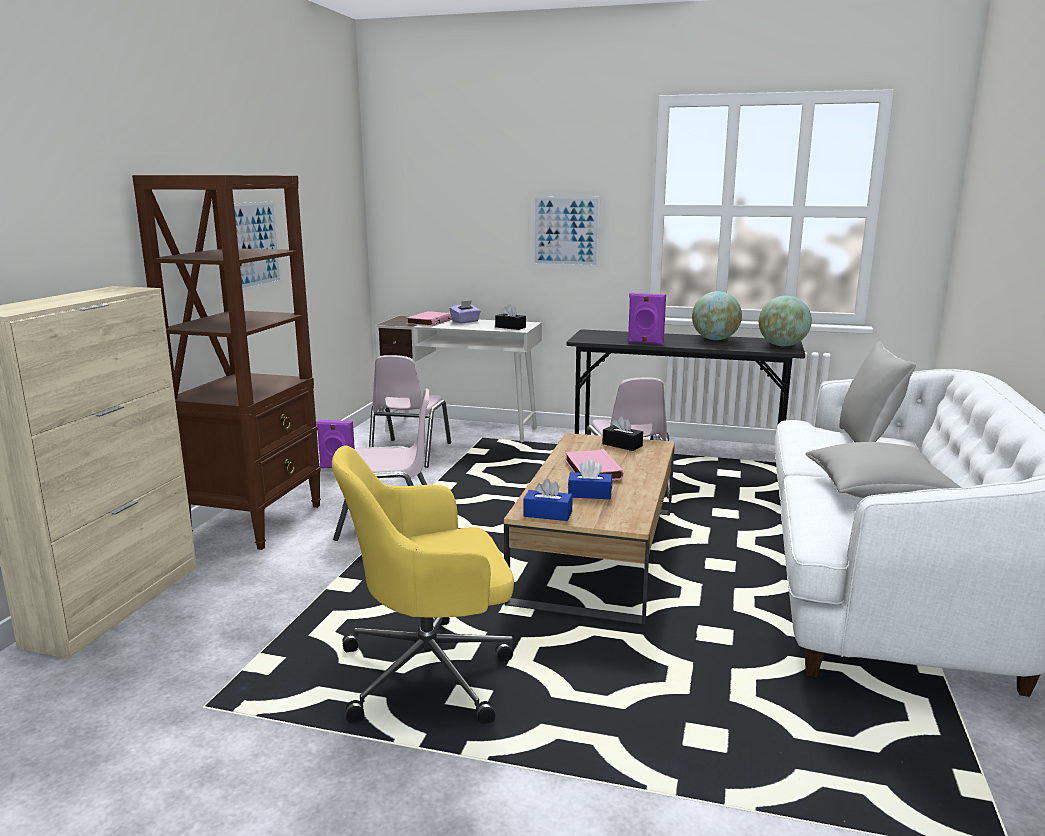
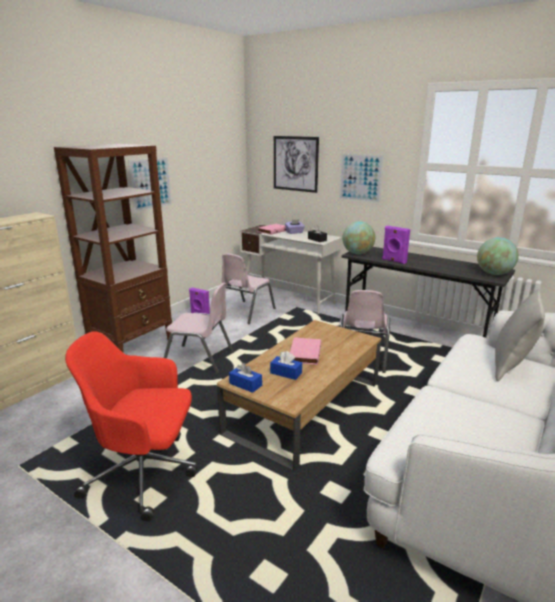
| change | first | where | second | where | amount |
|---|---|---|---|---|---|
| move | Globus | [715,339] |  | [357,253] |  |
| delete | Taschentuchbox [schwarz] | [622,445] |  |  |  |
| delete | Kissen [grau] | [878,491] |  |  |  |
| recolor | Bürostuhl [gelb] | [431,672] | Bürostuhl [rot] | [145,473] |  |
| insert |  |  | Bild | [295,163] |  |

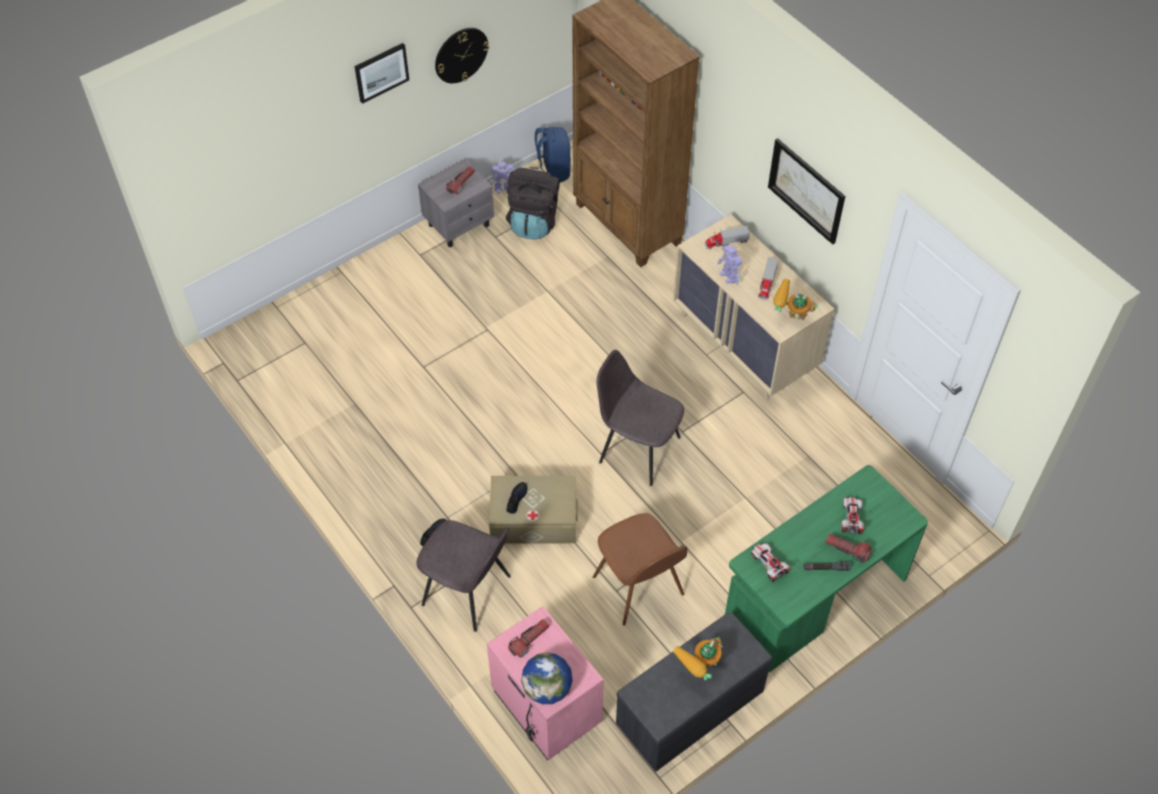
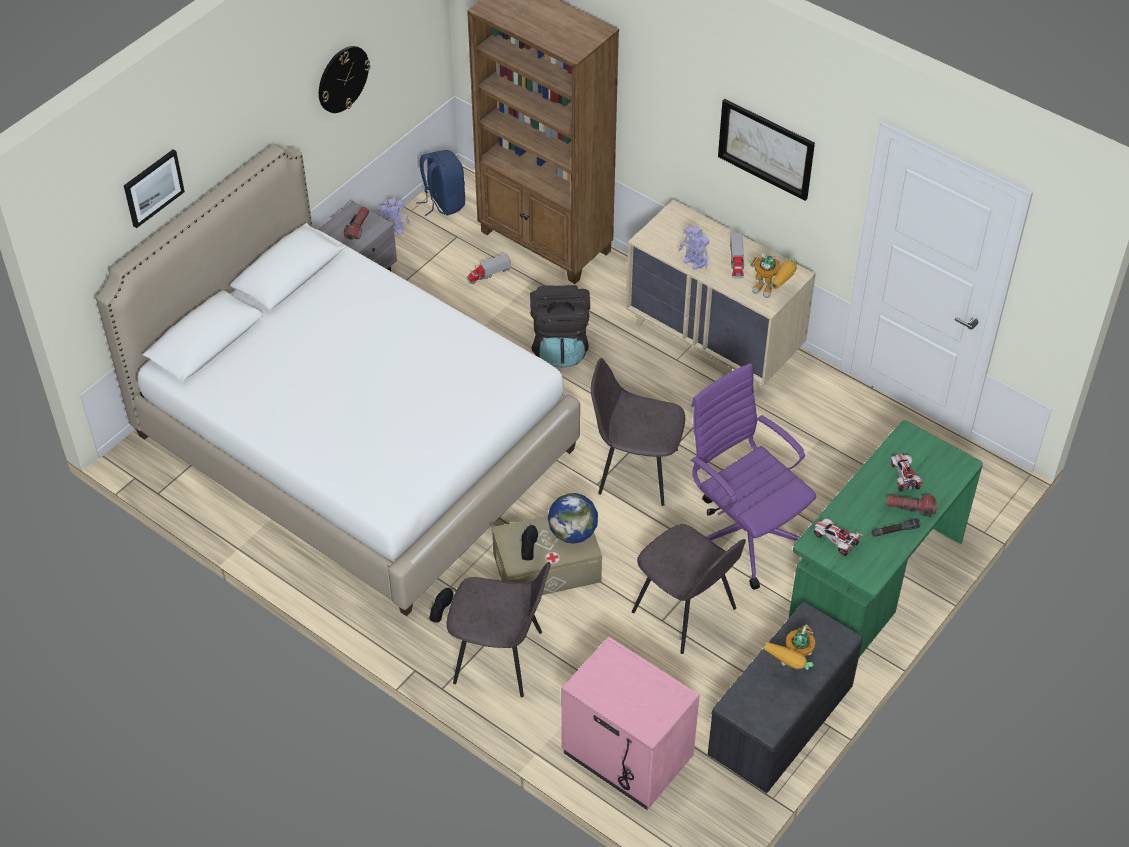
| change | first | where | second | where | amount |
|---|---|---|---|---|---|
| move | Bild | [381,72] |  | [153,187] |  |
| move | Rucksack [schwarz] | [533,221] |  | [560,347] |  |
| move | Spielzeuglaster | [726,242] |  | [488,274] |  |
| rotate | Spielzeugroboter | [789,318] |  | [771,291] | 150 degrees counterclockwise |
| recolor | Stuhl [braun] | [639,588] | Stuhl [grau] | [686,612] |  |
| delete | Taschenlampe | [529,640] |  |  |  |
| move | Globus | [547,689] |  | [573,533] |  |
| insert |  |  | Bett [weiß] | [355,443] |  |
| insert |  |  | Bürostuhl [lila] | [744,534] |  |

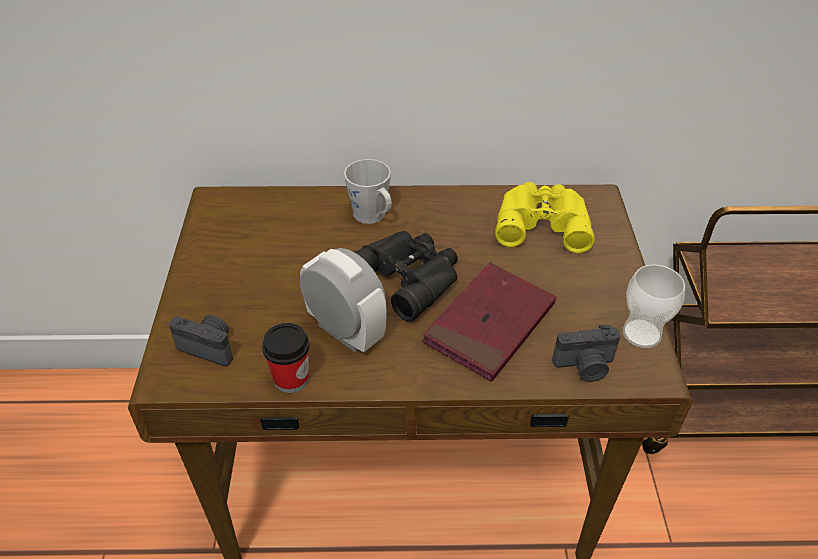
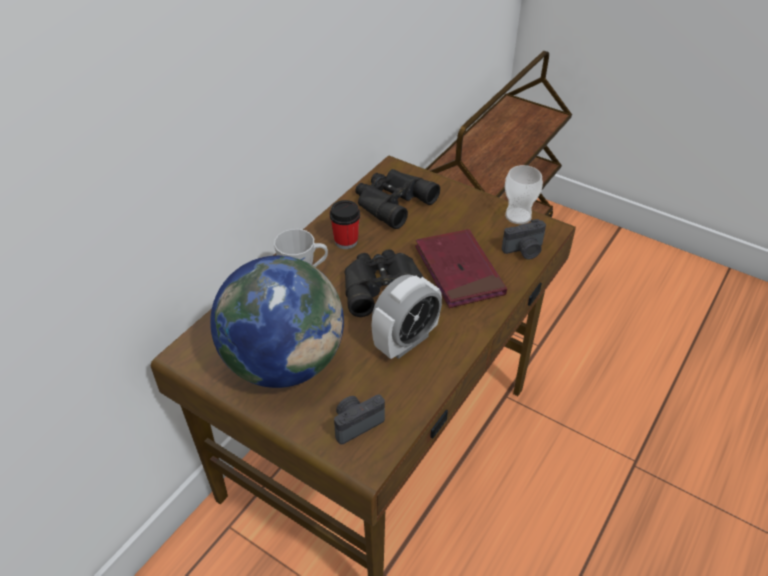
| change | first | where | second | where | amount |
|---|---|---|---|---|---|
| recolor | Fernglas [gelb] | [542,222] | Fernglas [schwarz] | [391,202] |  |
| rotate | Wecker | [345,331] |  | [406,341] | 150 degrees clockwise |
| move | Tasse | [291,379] |  | [346,241] |  |
| rotate | Kamera | [585,367] |  | [524,251] | 45 degrees clockwise |
| insert |  |  | Globus | [284,363] |  |

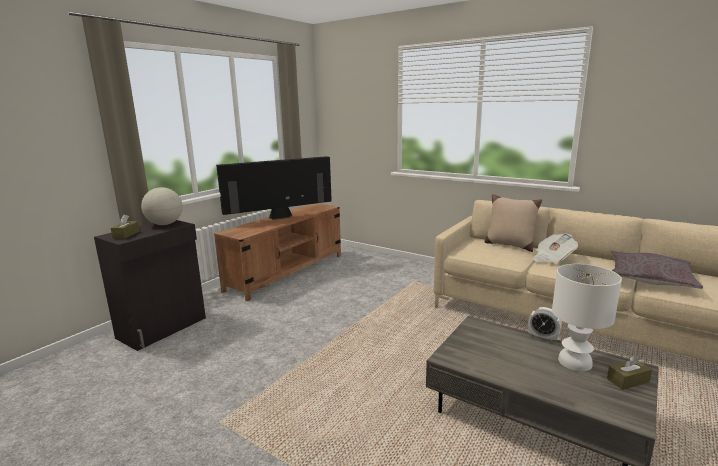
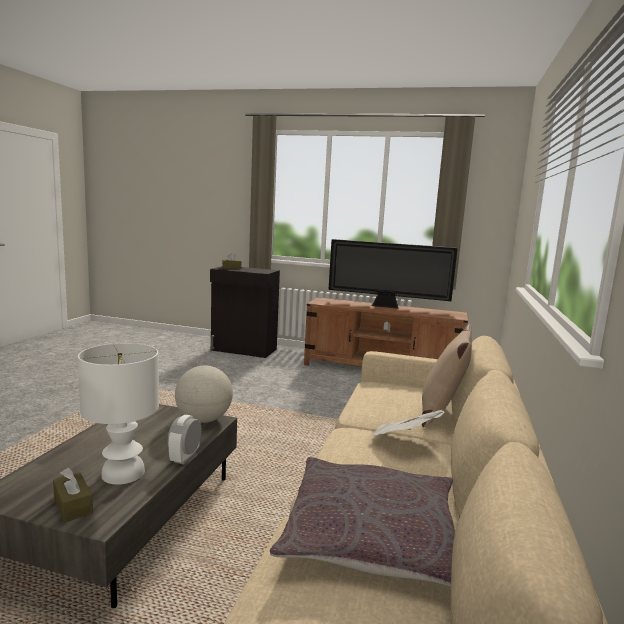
| change | first | where | second | where | amount |
|---|---|---|---|---|---|
| rotate | Fernseher | [279,217] |  | [387,306] | 150 degrees clockwise |
| move | Globus | [165,224] |  | [204,420] |  |

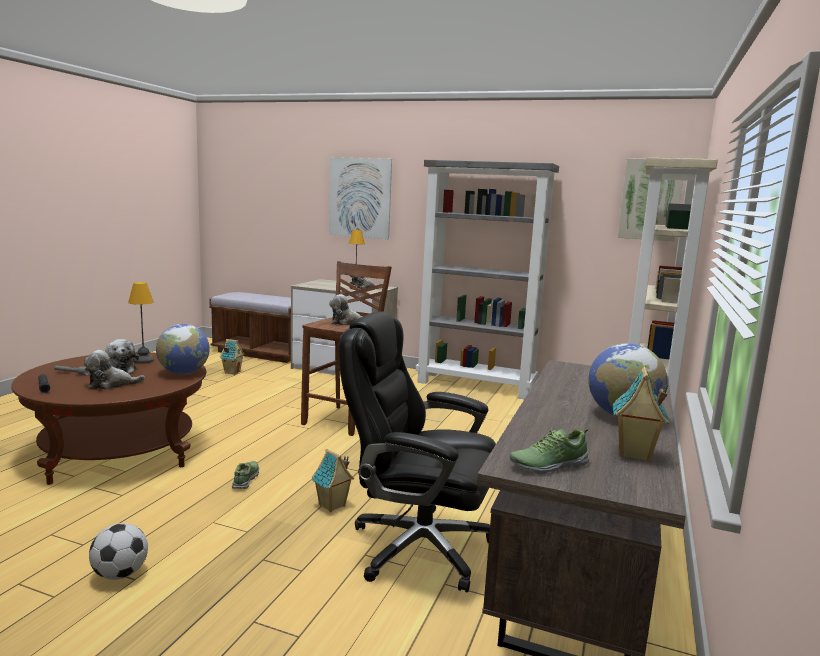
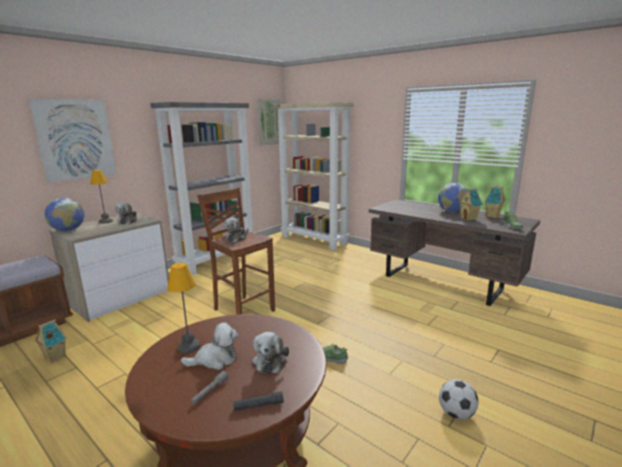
| change | first | where | second | where | amount |
|---|---|---|---|---|---|
| delete | Bürostuhl [schwarz] | [418,547] |  |  |  |
| move | Globus | [184,373] |  | [68,230] |  |
| move | Spielzeughaus | [332,506] |  | [469,219] |  |

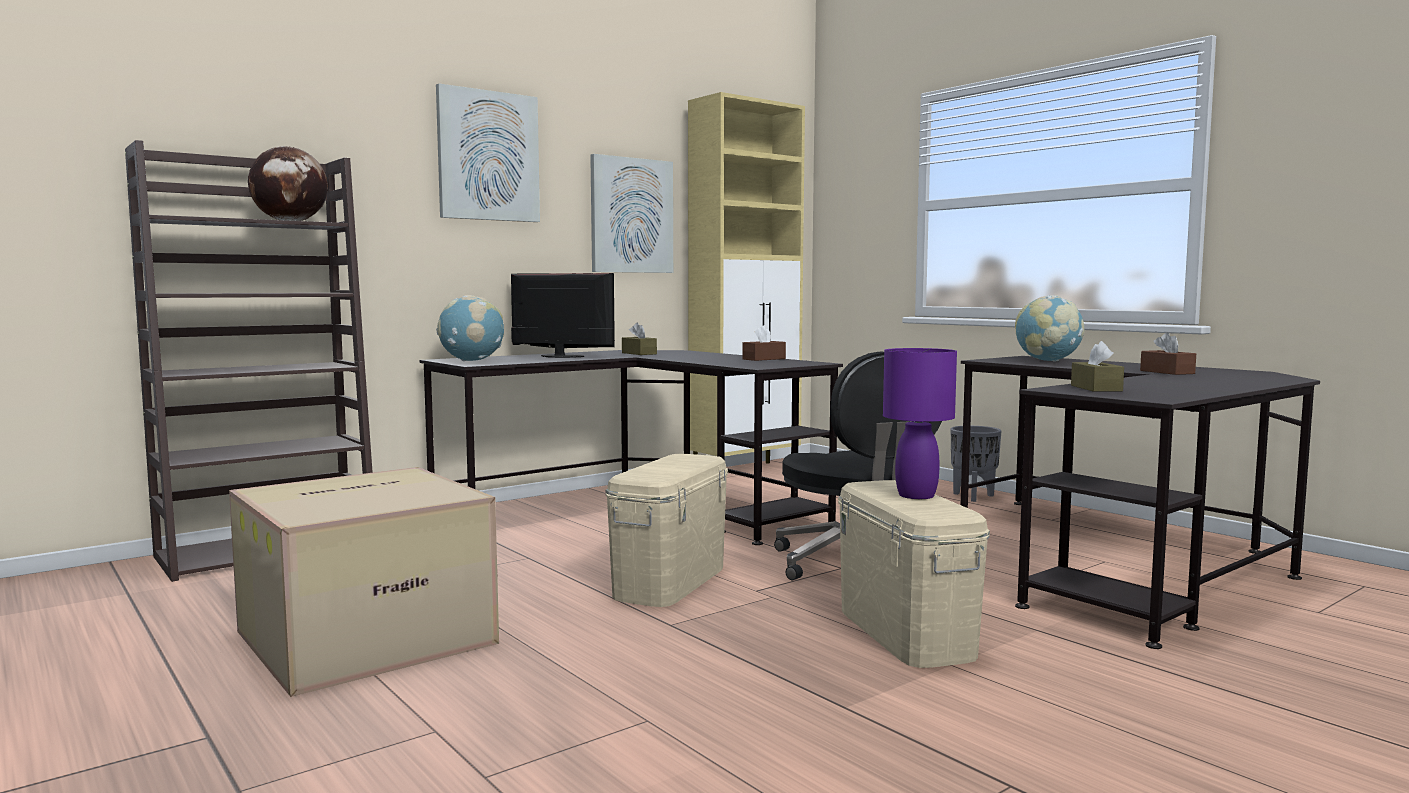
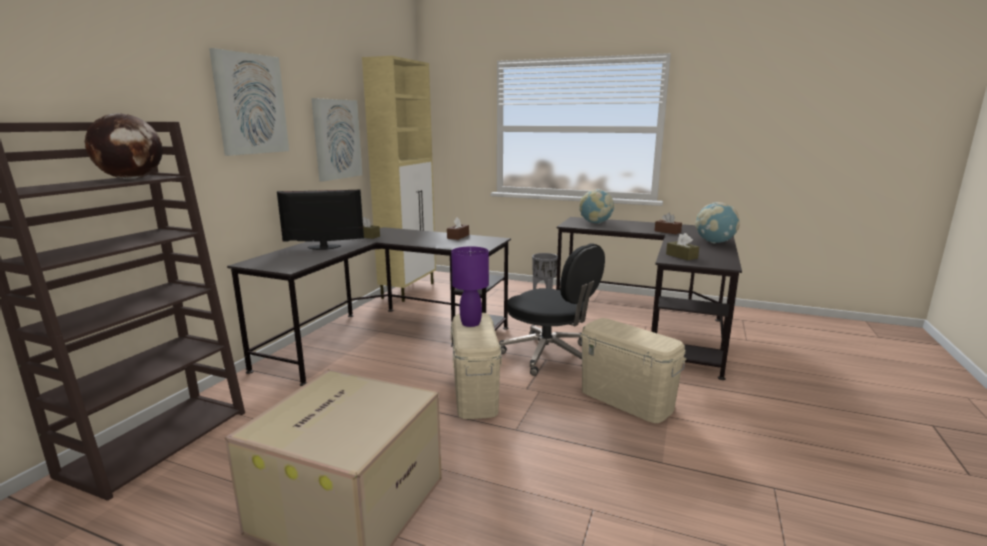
| change | first | where | second | where | amount |
|---|---|---|---|---|---|
| move | Globus | [472,361] |  | [714,242] |  |
| move | Tischlampe [lila] | [916,495] |  | [471,323] |  |

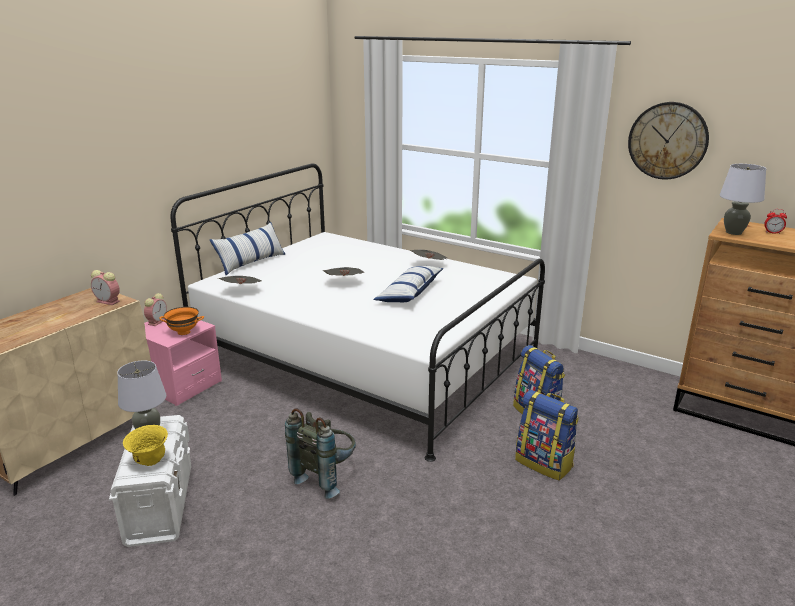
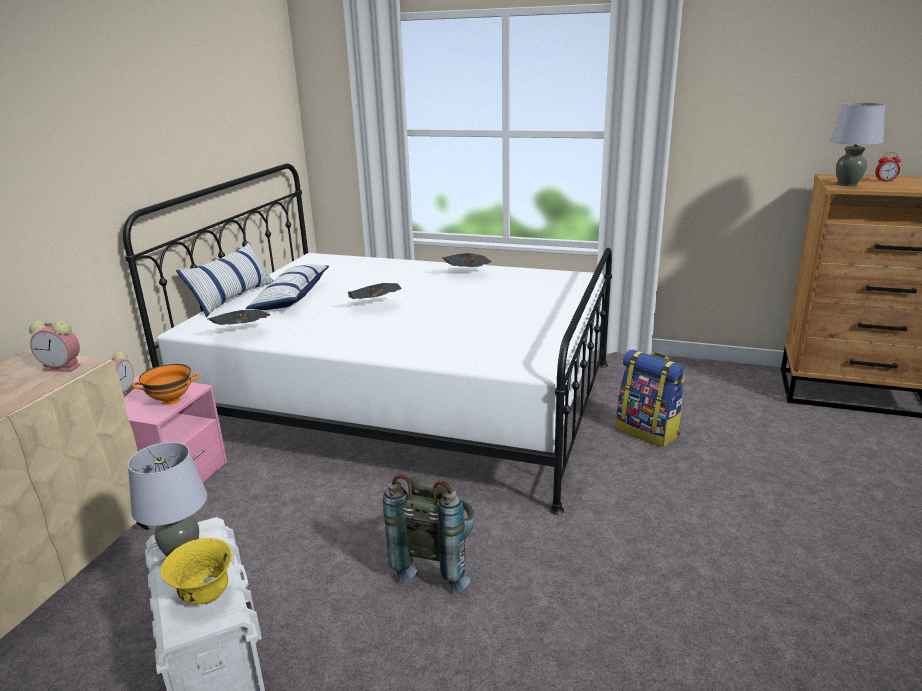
| change | first | where | second | where | amount |
|---|---|---|---|---|---|
| delete | Wanduhr | [667,141] |  |  |  |
| move | Kissen | [409,293] |  | [291,298] |  |
| delete | Rucksack | [544,463] |  |  |  |

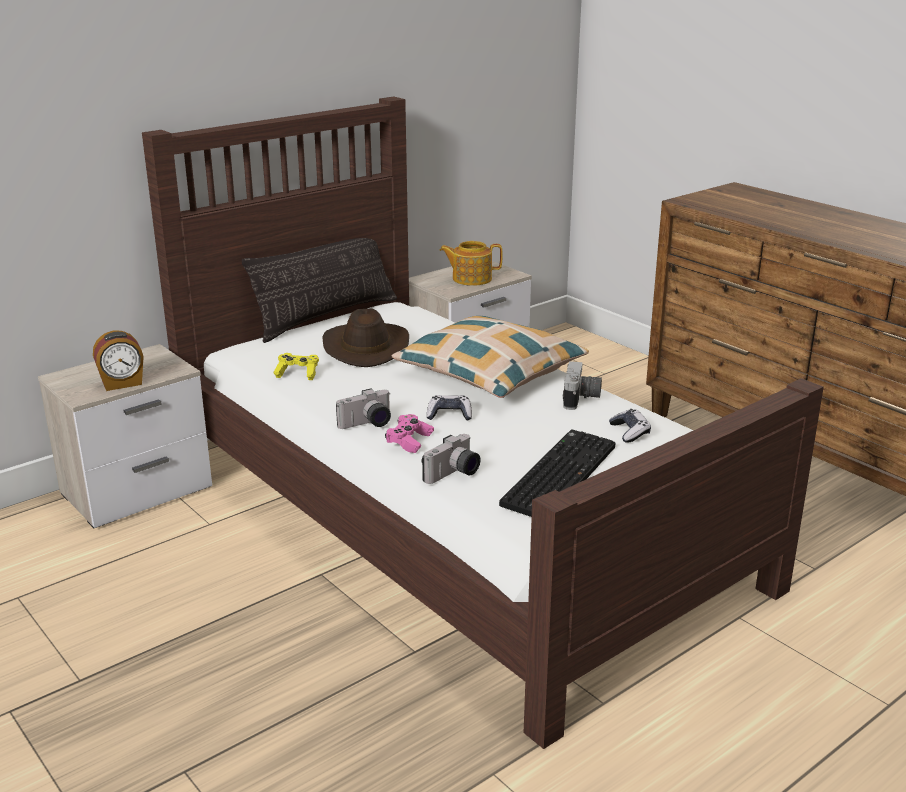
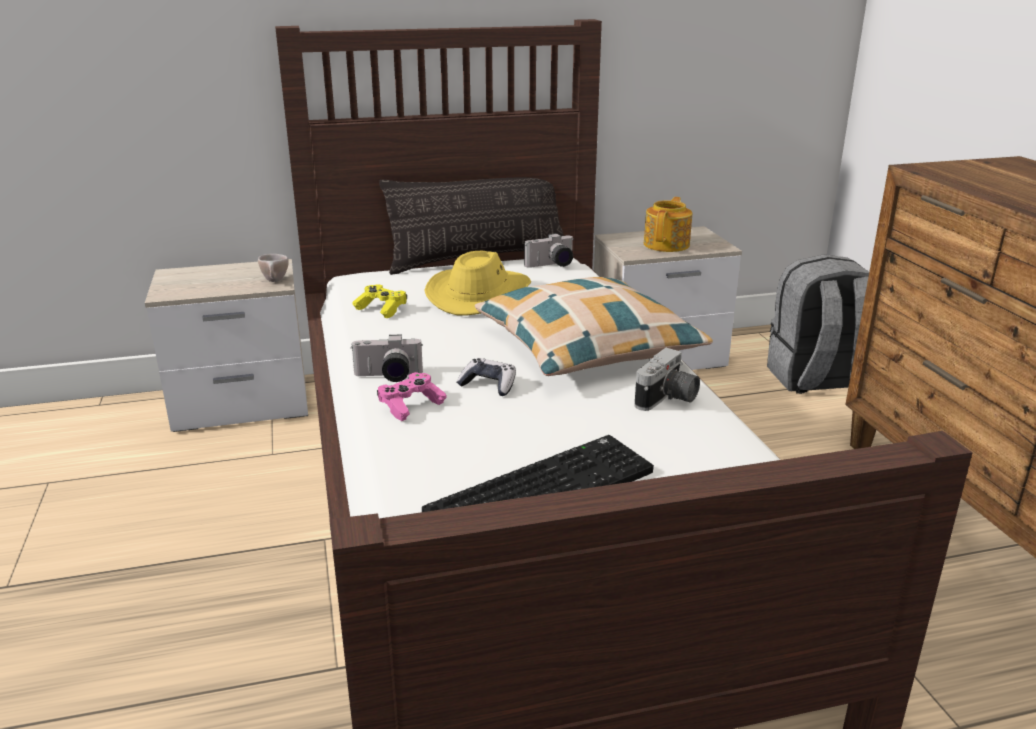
| change | first | where | second | where | amount |
|---|---|---|---|---|---|
| rotate | Teekanne | [471,279] |  | [667,244] | 90 degrees clockwise |
| recolor | Hut [braun] | [365,347] | Hut [gelb] | [480,295] |  |
| delete | Wecker | [122,384] |  |  |  |
| delete | Gamepad | [630,432] |  |  |  |
| move | Kamera | [454,474] |  | [551,265] |  |
| insert |  |  | Tasse [beige] | [275,281] |  |
| insert |  |  | Rucksack [grau] | [816,380] |  |

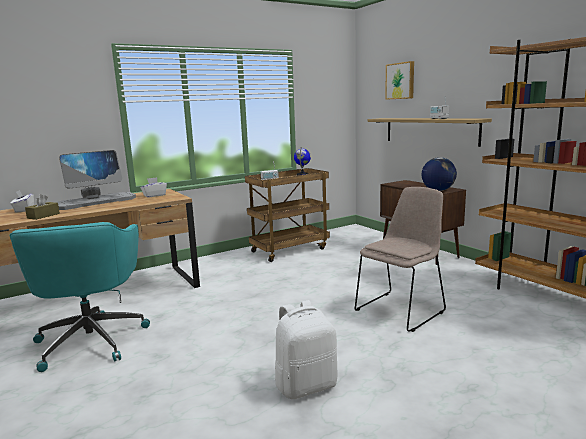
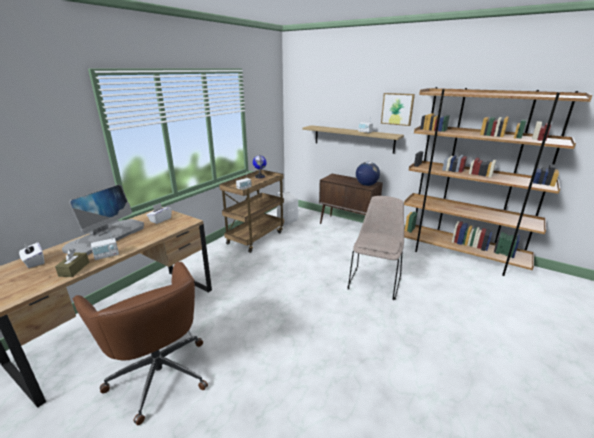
| change | first | where | second | where | amount |
|---|---|---|---|---|---|
| move | Bild | [400,81] |  | [397,109] |  |
| recolor | Bürostuhl [türkis] | [92,339] | Bürostuhl [braun] | [159,372] |  |
| move | Rucksack [weiß] | [306,385] |  | [286,221] |  |
| insert |  |  | Radio | [107,256] |  |

